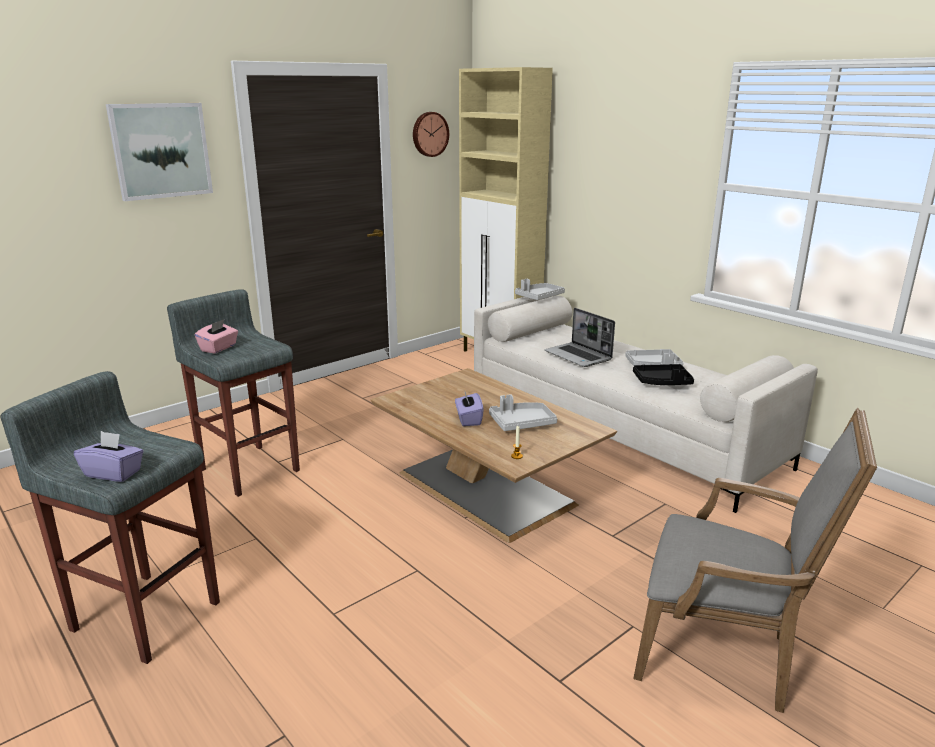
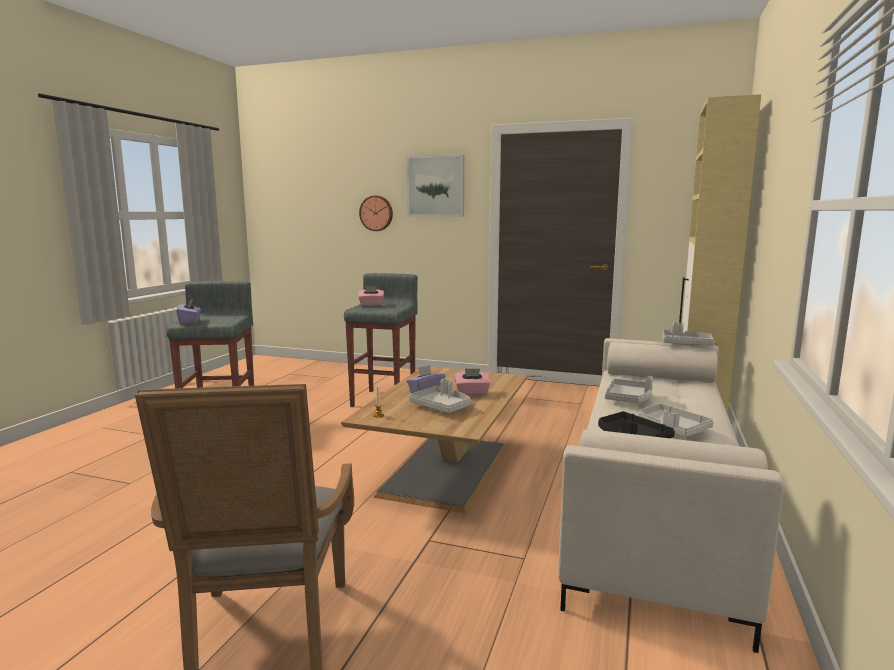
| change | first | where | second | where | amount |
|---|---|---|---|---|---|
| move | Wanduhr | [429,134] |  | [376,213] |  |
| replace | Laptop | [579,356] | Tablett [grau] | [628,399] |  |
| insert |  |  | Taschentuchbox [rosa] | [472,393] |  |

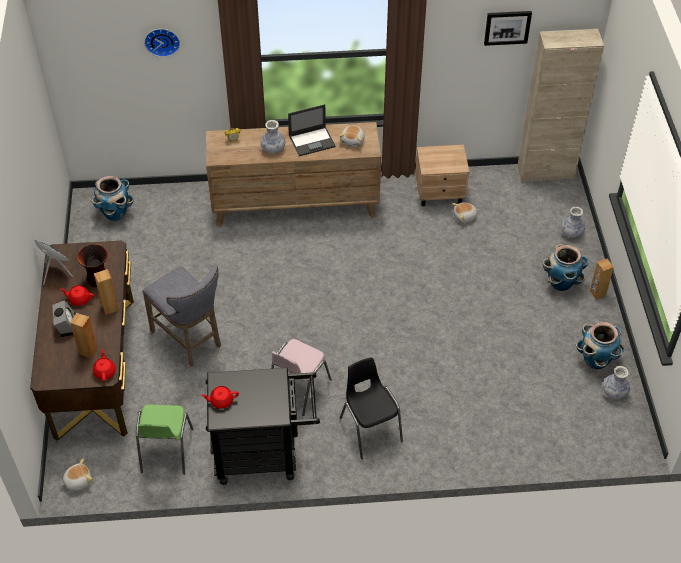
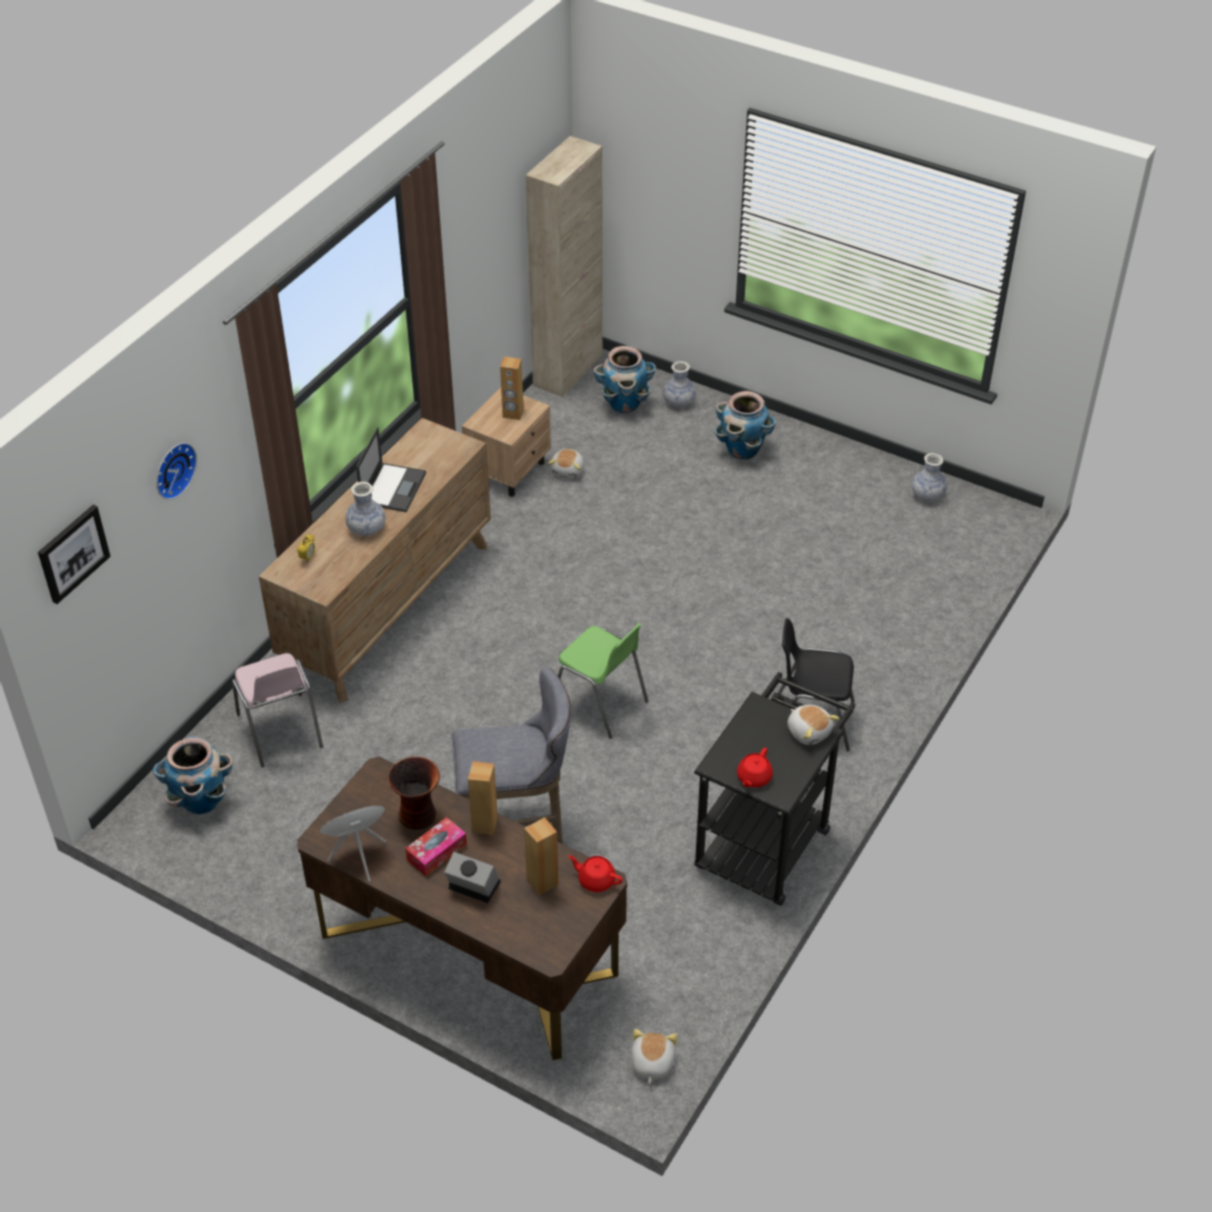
| change | first | where | second | where | amount |
|---|---|---|---|---|---|
| move | Bild | [507,27] |  | [72,553] |  |
| move | Plüschtier | [353,141] |  | [809,731] |  |
| move | Lautsprecher [braun] | [597,293] |  | [513,414] |  |
| replace | Teekanne [rot] | [79,299] | Taschentuchbox | [436,852] |  |
| move | Pflanzkübel | [596,360] |  | [624,404] |  |
| move | Stuhl [rosa] | [298,389] |  | [280,731] |  |
| move | Stuhl [grün] | [166,451] |  | [599,703] |  |

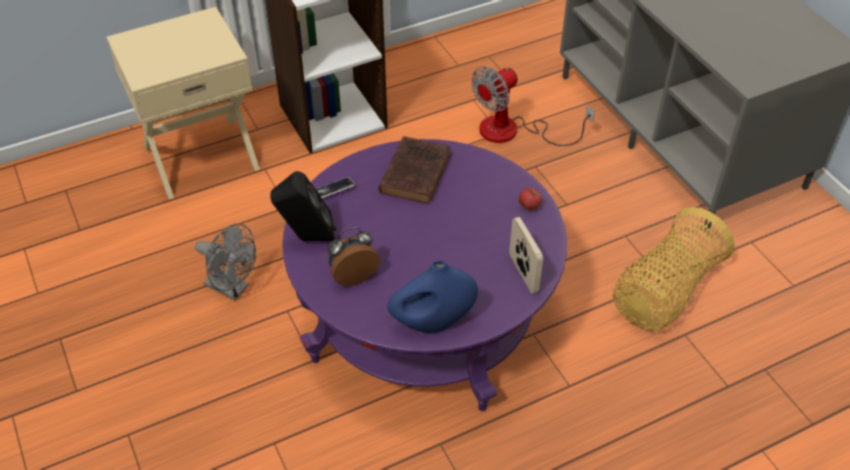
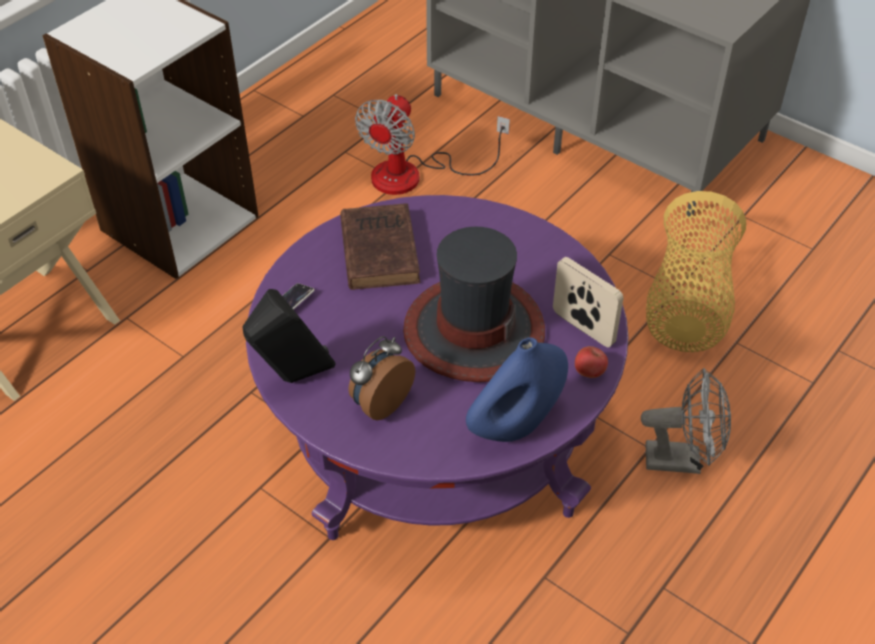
| change | first | where | second | where | amount |
|---|---|---|---|---|---|
| move | Apfel | [529,206] |  | [589,372] |  |
| move | Ventilator [grau] | [232,288] |  | [682,459] |  |
| insert |  |  | Hut | [473,330] |  |

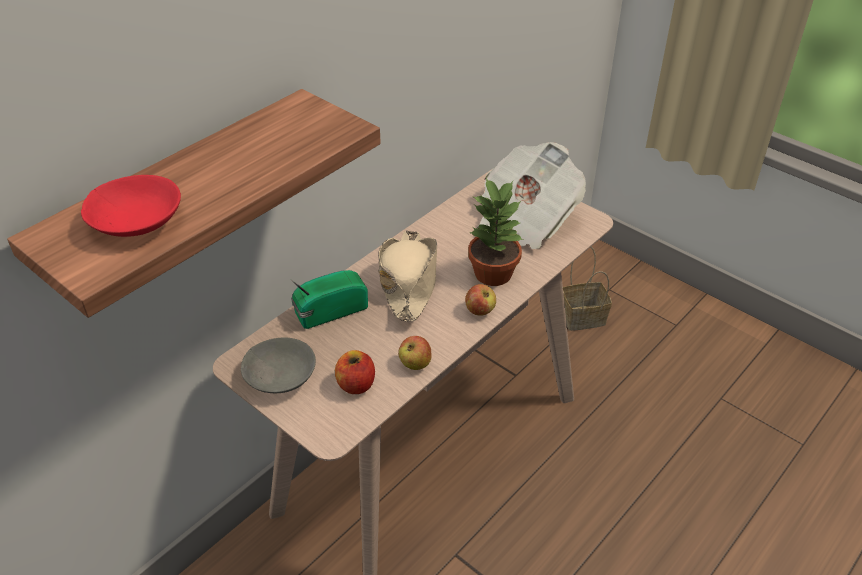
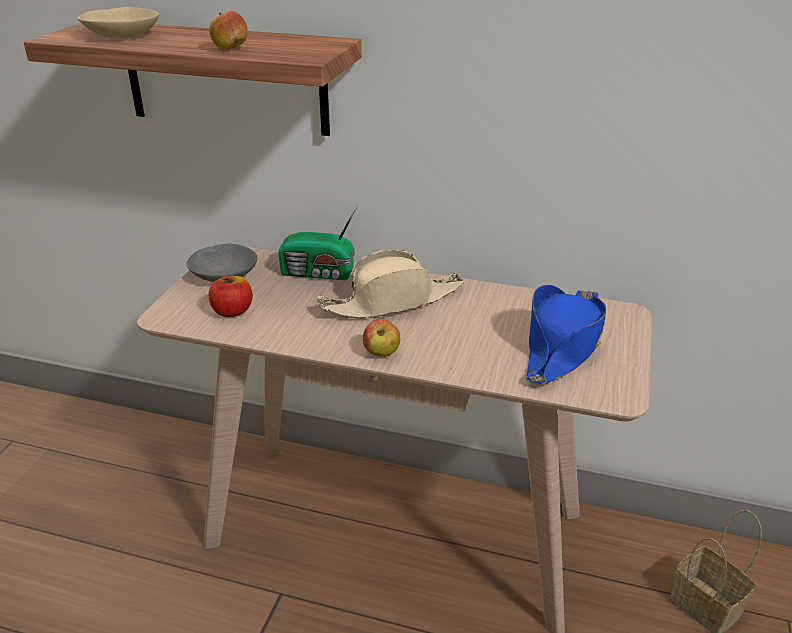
| change | first | where | second | where | amount |
|---|---|---|---|---|---|
| replace | Zeitung | [523,220] | Hut [blau] | [562,345] |  |
| recolor | Schüssel [rot] | [135,221] | Schüssel [beige] | [122,35] |  |
| delete | Topfpflanze | [493,272] |  |  |  |
| rotate | Radio | [329,311] |  | [319,273] | 150 degrees clockwise |
| move | Apfel | [415,364] |  | [230,49] |  |

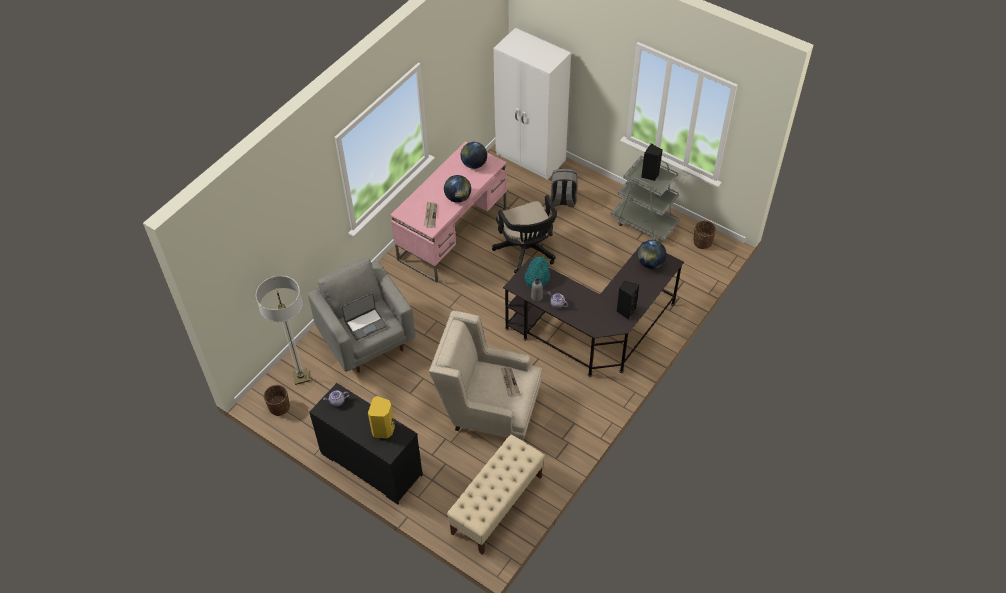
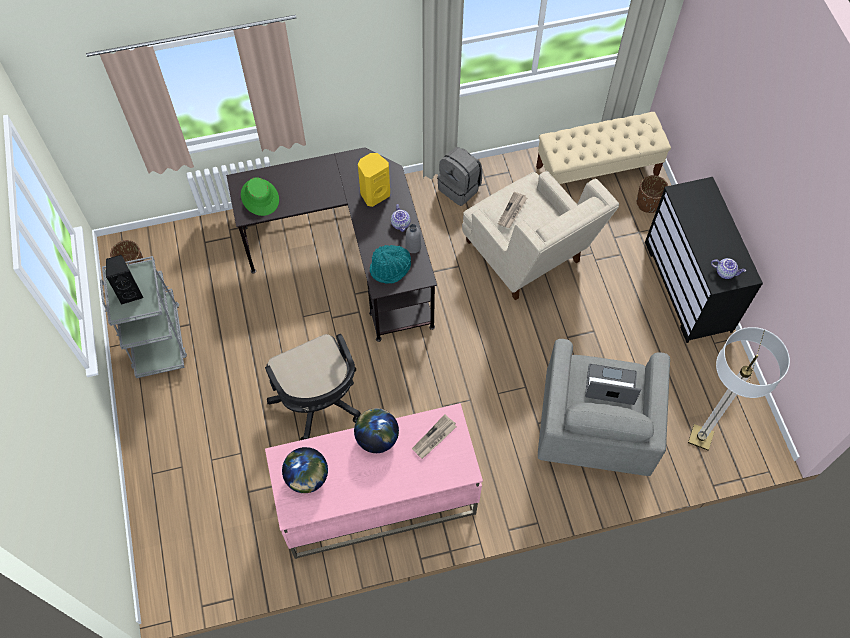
| change | first | where | second | where | amount |
|---|---|---|---|---|---|
| delete | Kleiderschrank [weiß] | [531,158] |  |  |  |
| move | Rucksack [grau] | [563,200] |  | [460,188] |  |
| rotate | Bürostuhl [schwarz] | [527,252] |  | [319,403] | 135 degrees clockwise |
| replace | Globus | [650,263] | Hut [grün] | [260,197] |  |
| delete | Lautsprecher [schwarz] | [625,311] |  |  |  |
| move | Pflanzkübel [braun] | [279,407] |  | [648,203] |  |
| move | Lautsprecher [gelb] | [384,429] |  | [374,194] |  |

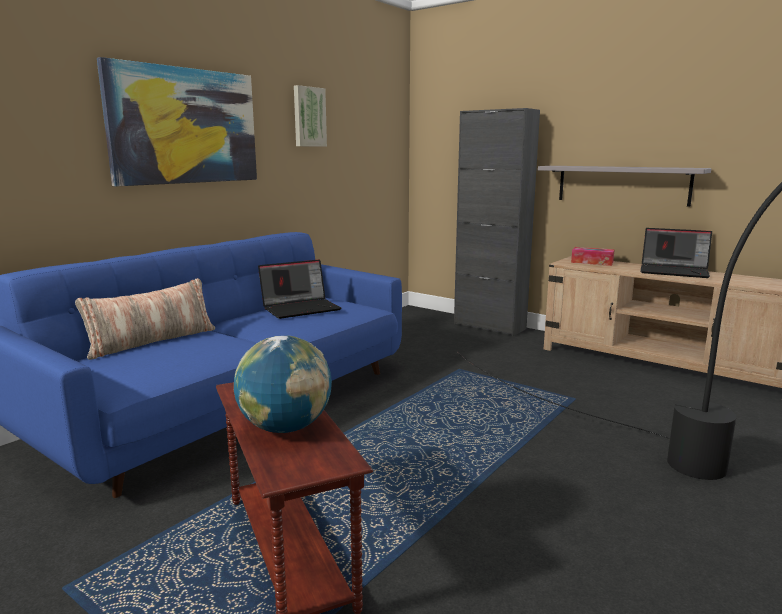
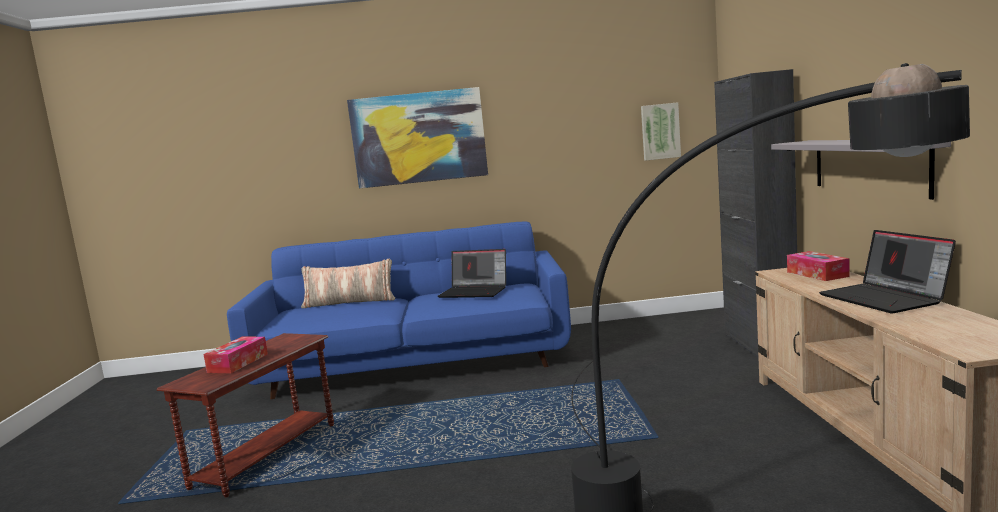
| change | first | where | second | where | amount |
|---|---|---|---|---|---|
| move | Bild | [308,117] |  | [660,131] |  |
| replace | Globus | [285,428] | Taschentuchbox | [238,363] |  |

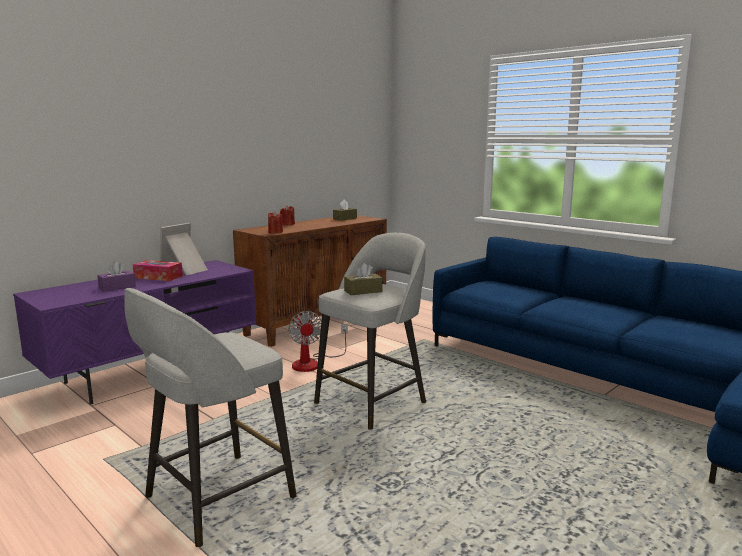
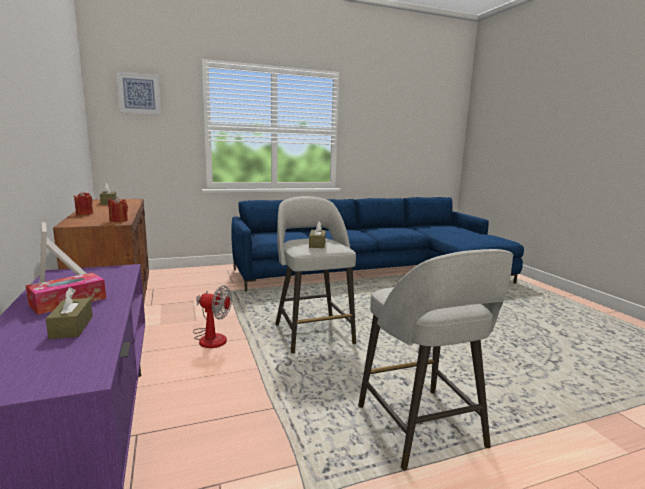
| change | first | where | second | where | amount |
|---|---|---|---|---|---|
| recolor | Taschentuchbox [lila] | [117,287] | Taschentuchbox [braun] | [72,327] |  |
| insert |  |  | Bild | [139,93] |  |

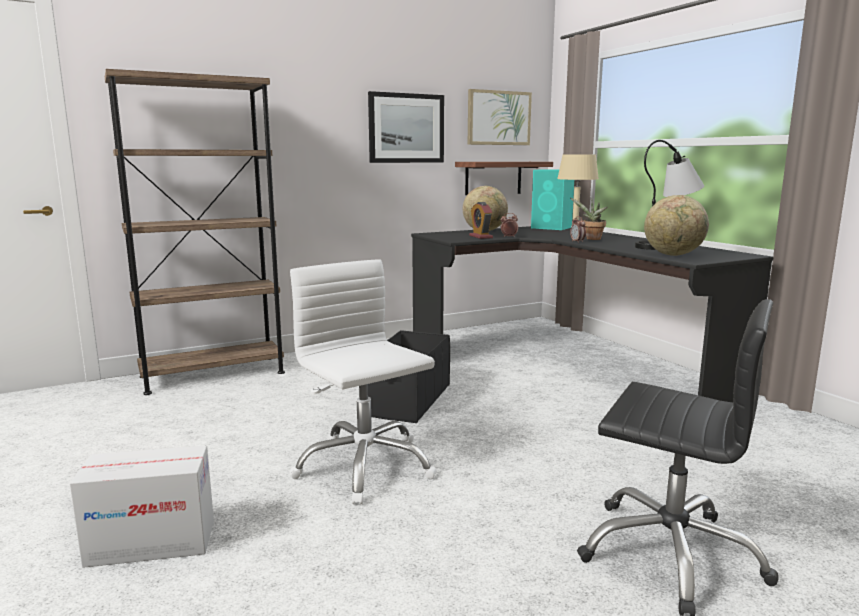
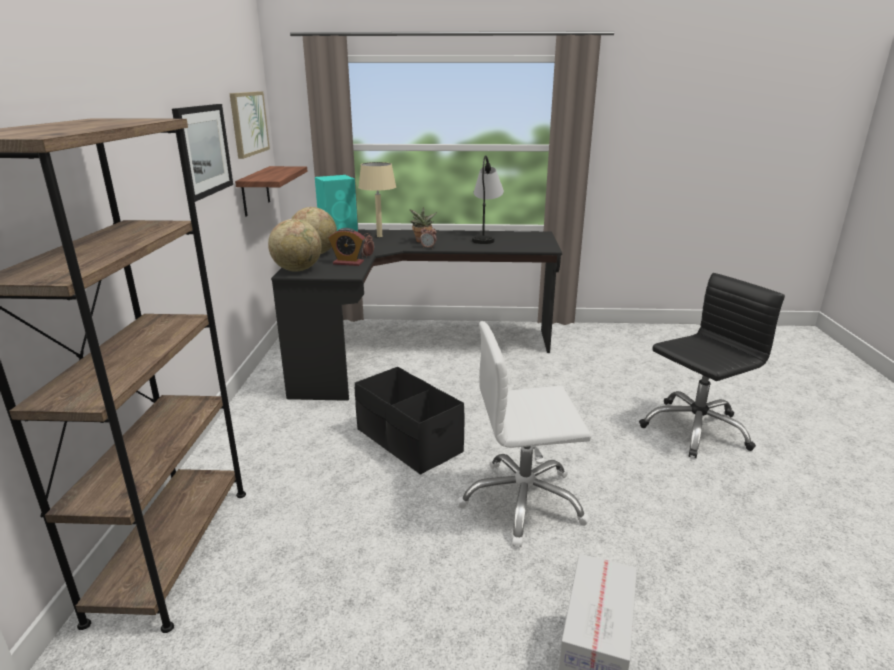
| change | first | where | second | where | amount |
|---|---|---|---|---|---|
| move | Globus | [673,255] |  | [298,270] |  |

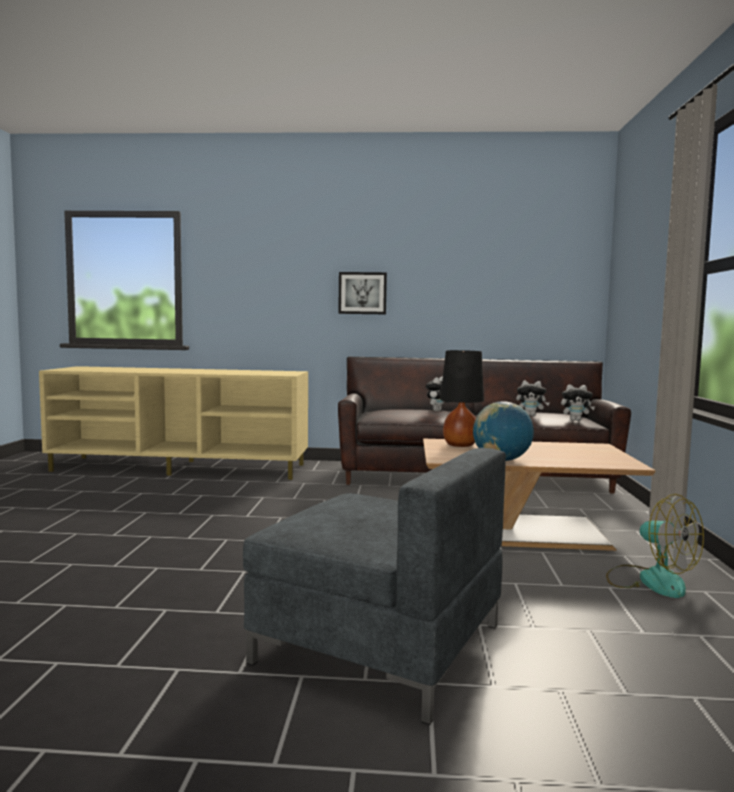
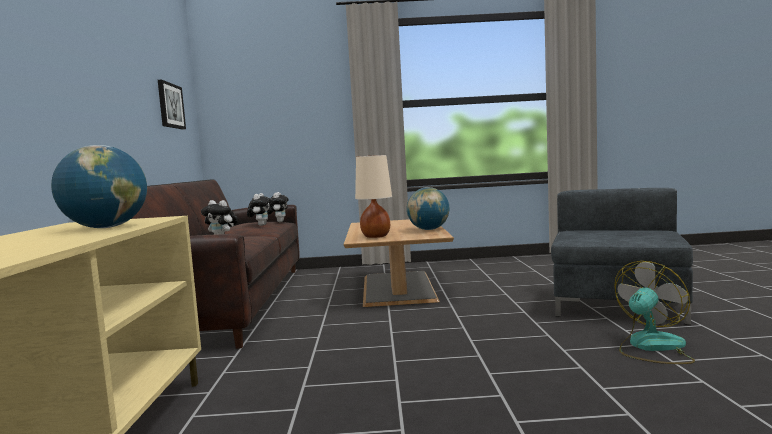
| change | first | where | second | where | amount |
|---|---|---|---|---|---|
| move | Bild | [362,293] |  | [170,105] |  |
| recolor | Tischlampe [schwarz] | [459,445] | Tischlampe [beige] | [376,236] |  |
| move | Ventilator | [650,580] |  | [651,347] |  |
| insert |  |  | Globus | [106,227] |  |

